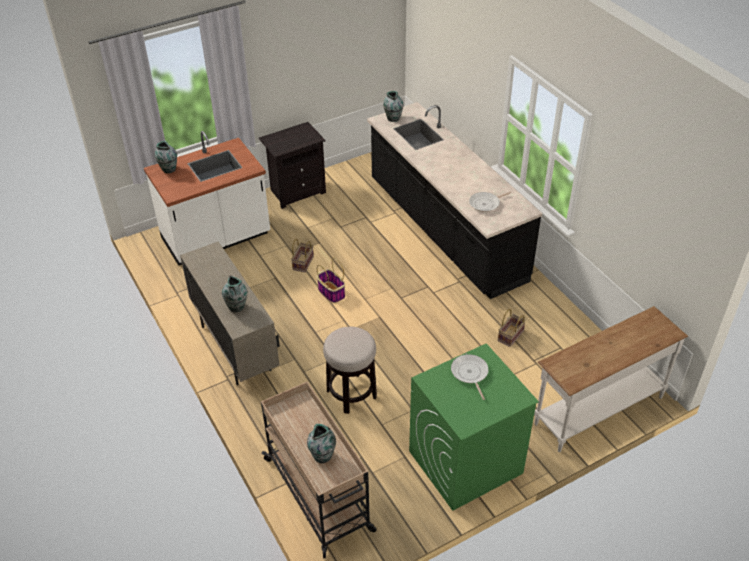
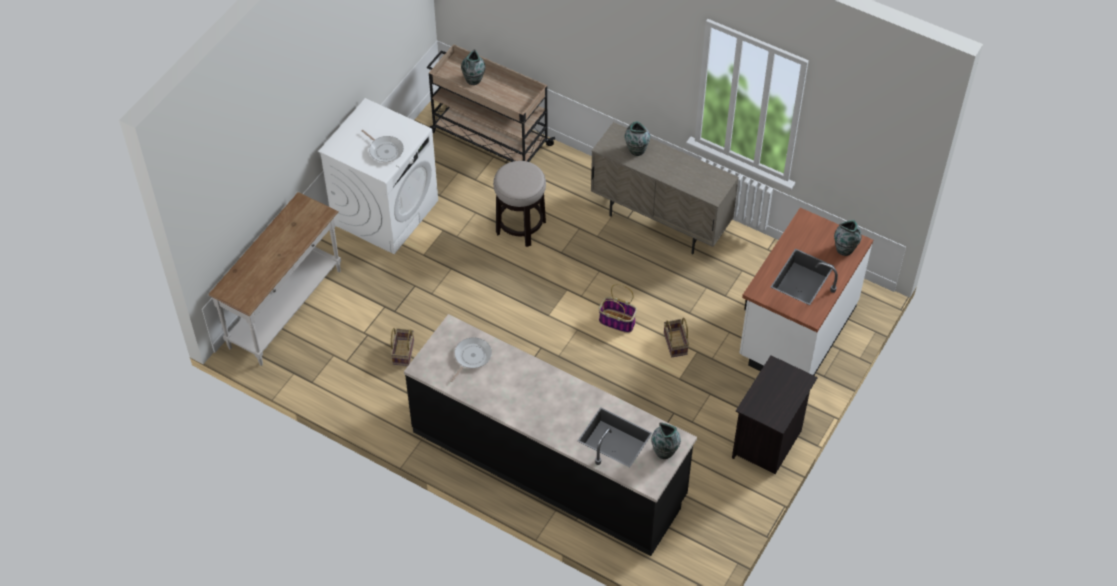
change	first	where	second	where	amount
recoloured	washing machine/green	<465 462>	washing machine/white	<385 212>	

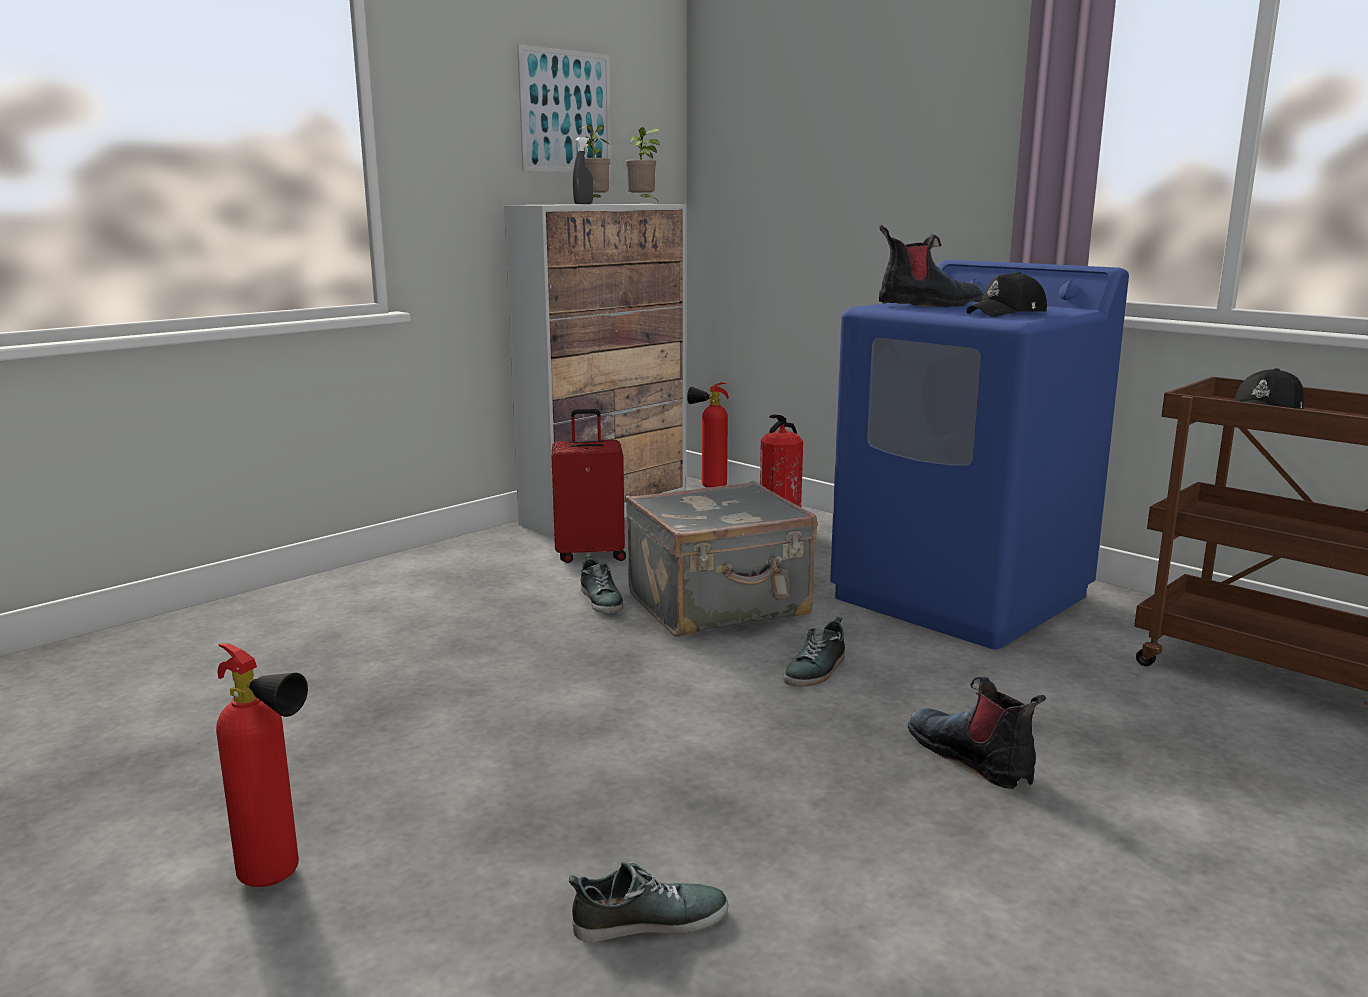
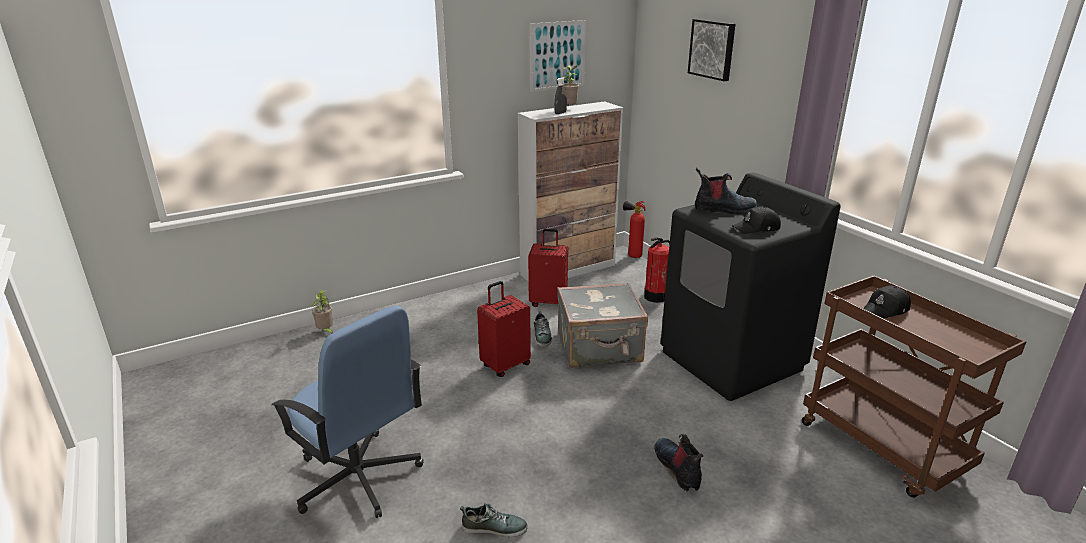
change	first	where	second	where	amount
removed	shoe	<816 670>			
added			suitcase/red	<505 365>	
added			picture	<712 49>	
moved	potted plant	<643 203>		<326 331>	
replaced	fire extinguisher	<279 880>	office chair/blue	<358 478>	
recoloured	washing machine/blue	<961 597>	washing machine/black	<732 361>	

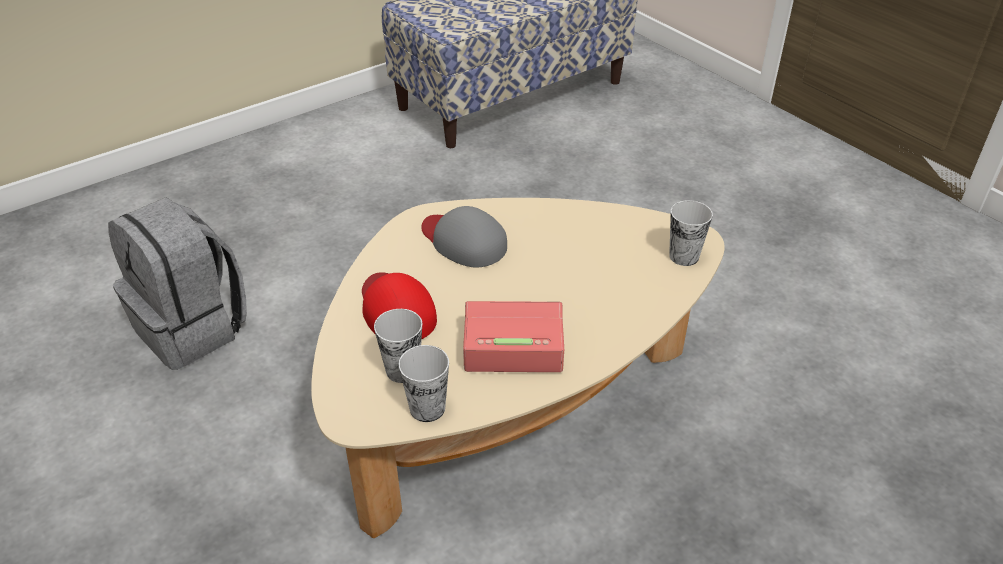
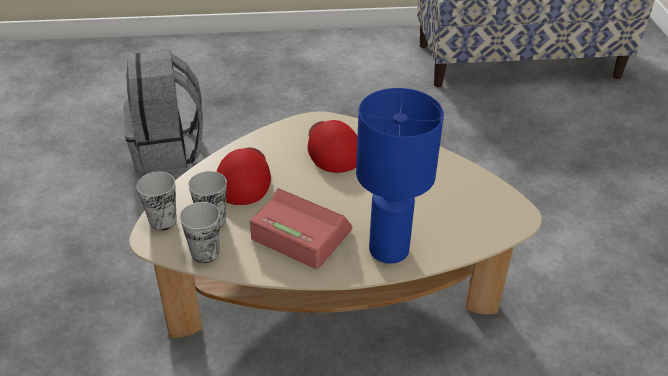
change	first	where	second	where	amount
added			table lamp/blue	<389 249>	
moved	cup	<684 256>		<163 221>	
recoloured	cap/grey	<463 241>	cap/red	<332 148>	

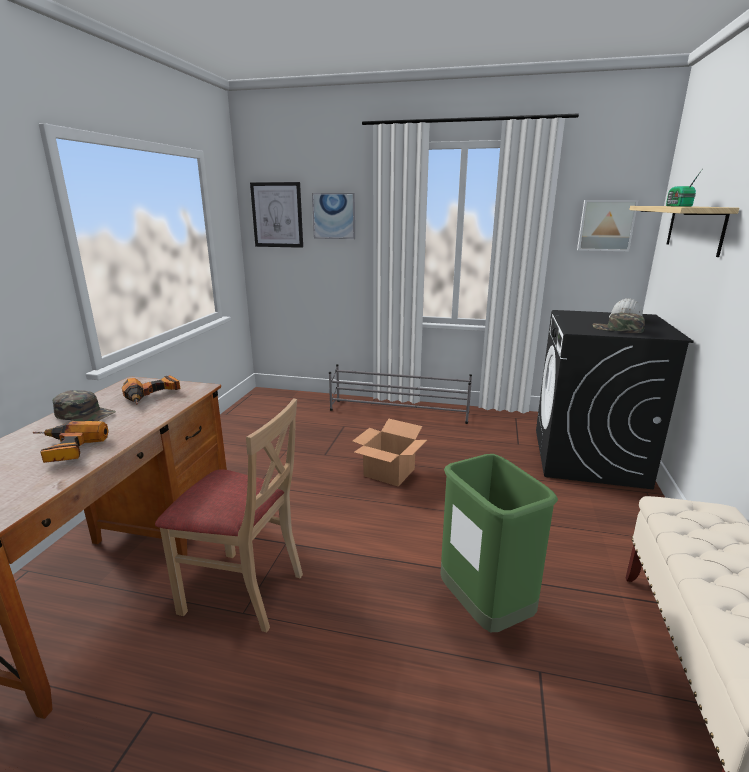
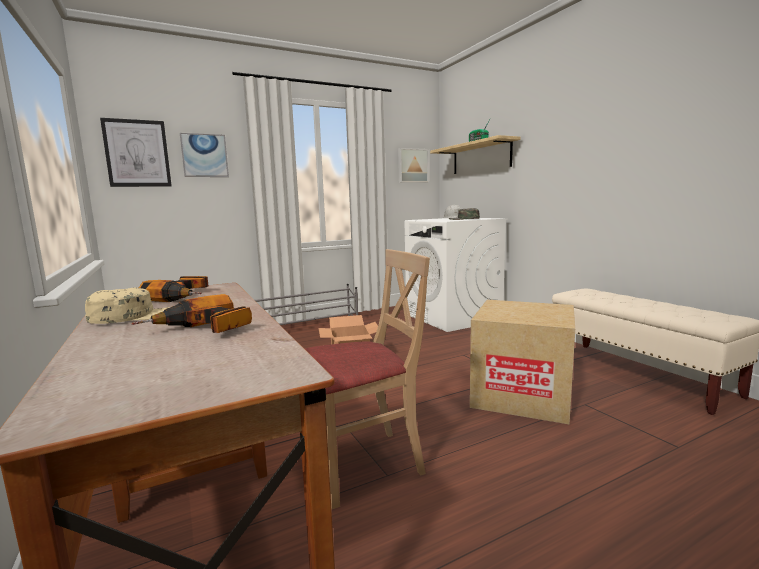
change	first	where	second	where	amount
replaced	trash can/green	<484 610>	cardboard box	<521 395>	
recoloured	cap/green	<85 414>	cap/beige	<135 316>	
recoloured	washing machine/black	<588 457>	washing machine/white	<453 318>	

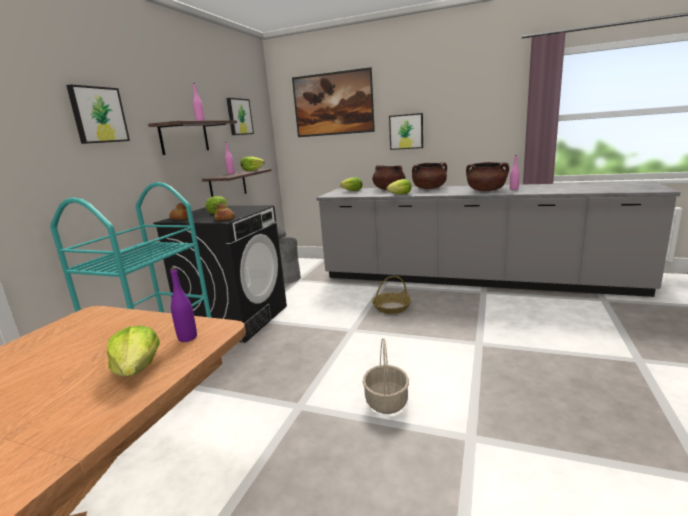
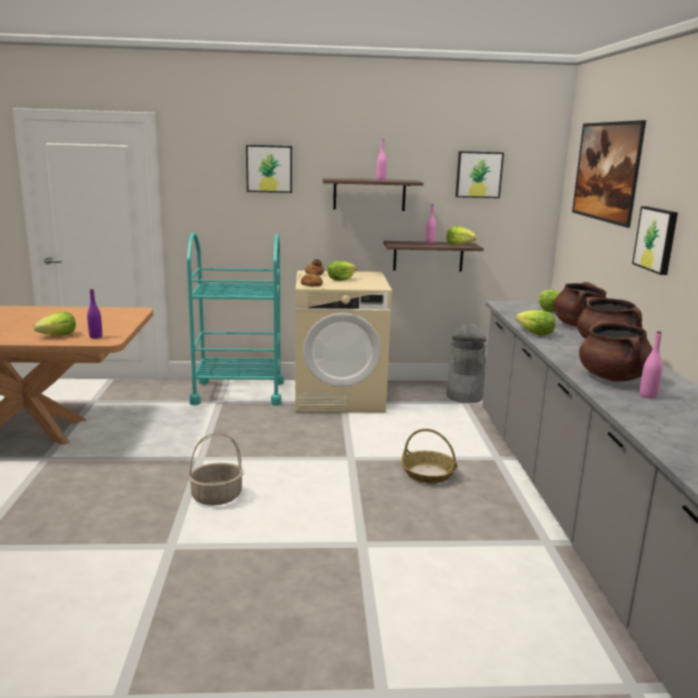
change	first	where	second	where	amount
recoloured	washing machine/black	<236 319>	washing machine/beige	<339 397>	

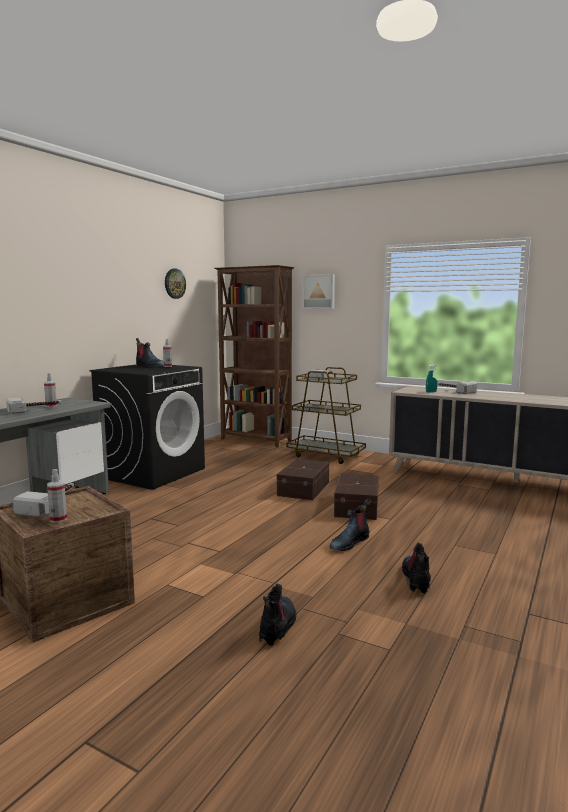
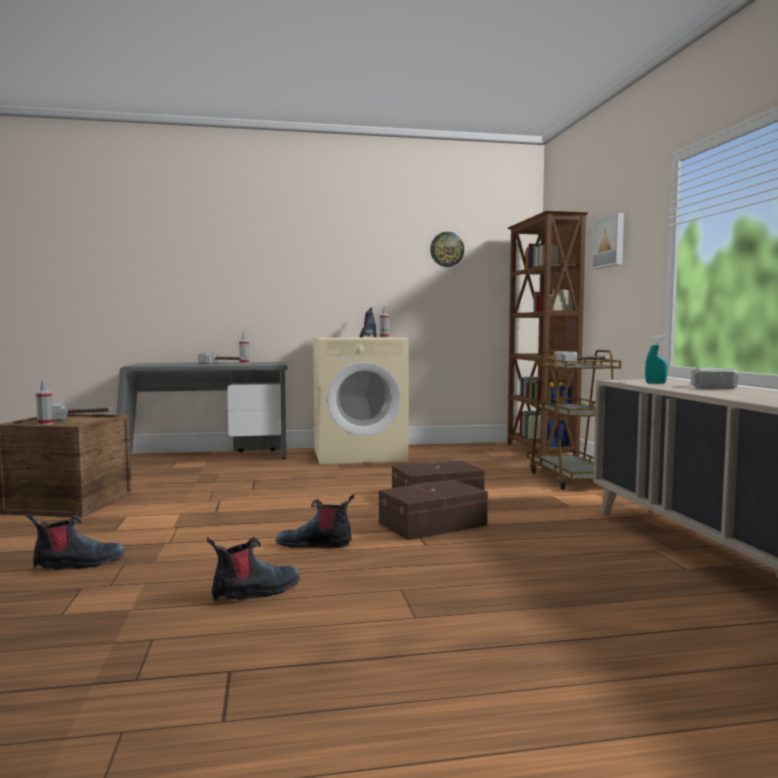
change	first	where	second	where	amount
recoloured	washing machine/black	<153 473>	washing machine/beige	<359 454>	

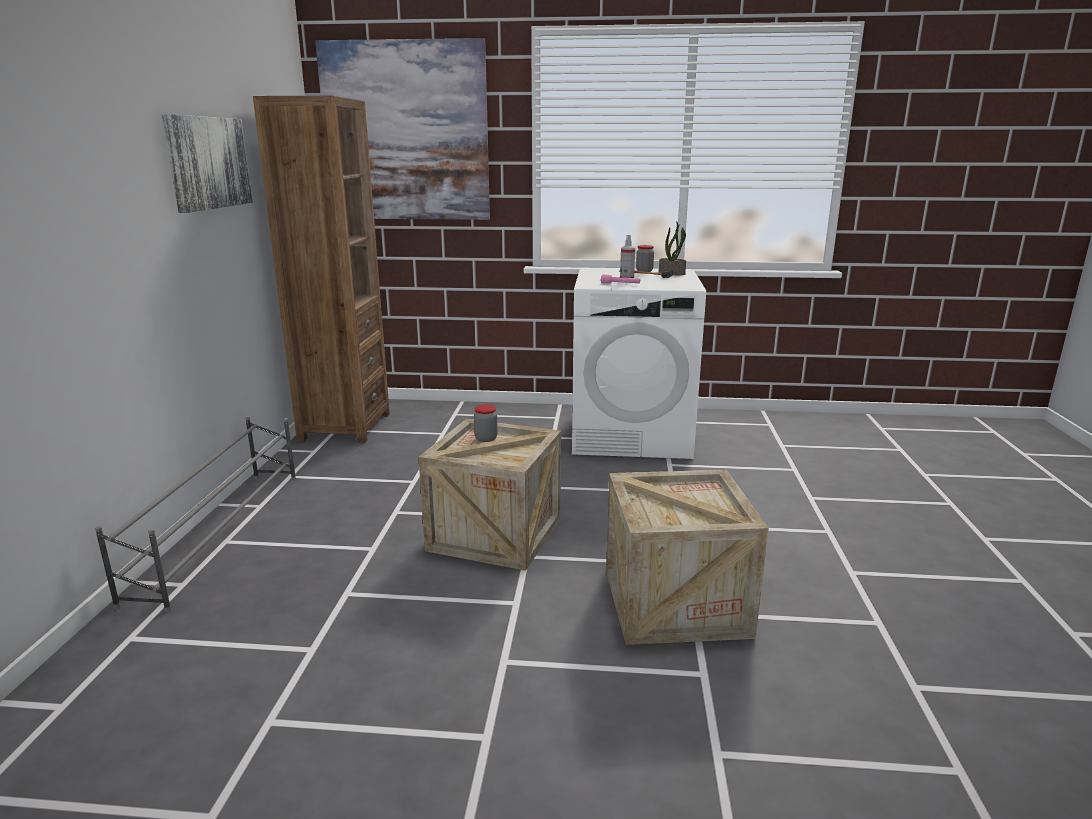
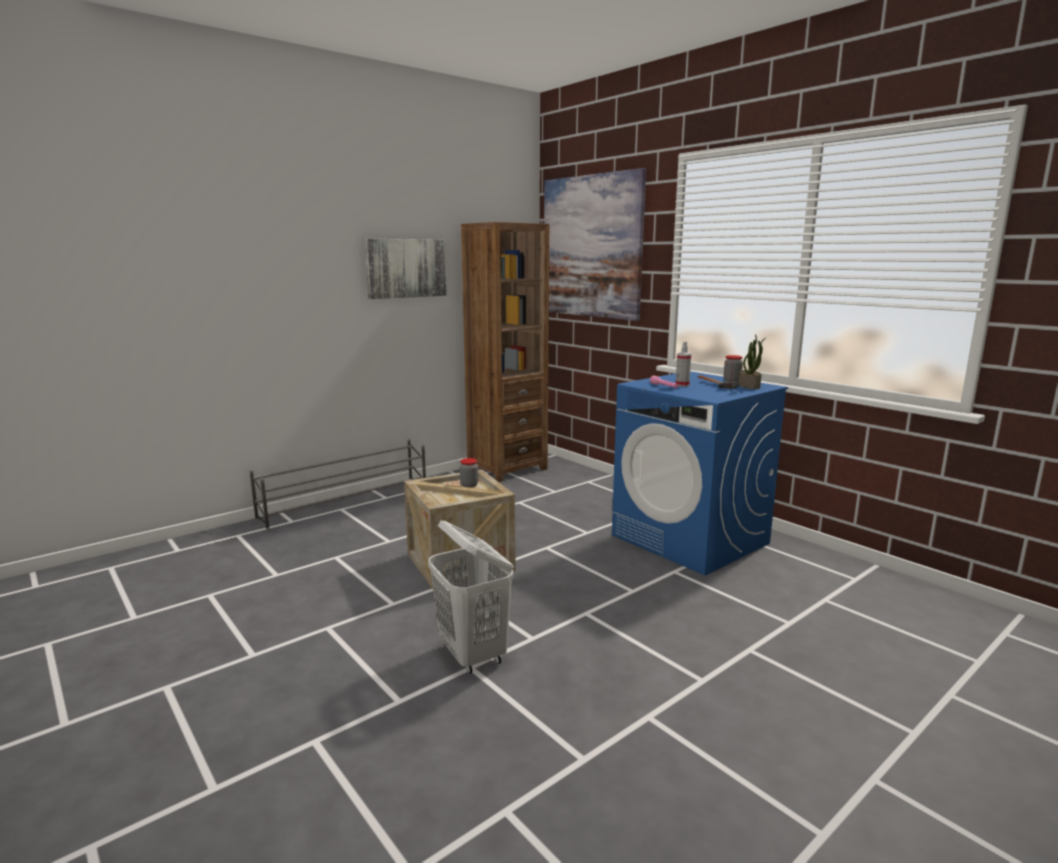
change	first	where	second	where	amount
replaced	crate	<675 602>	laundry basket/white	<473 655>	
recoloured	washing machine/white	<632 435>	washing machine/blue	<690 539>	

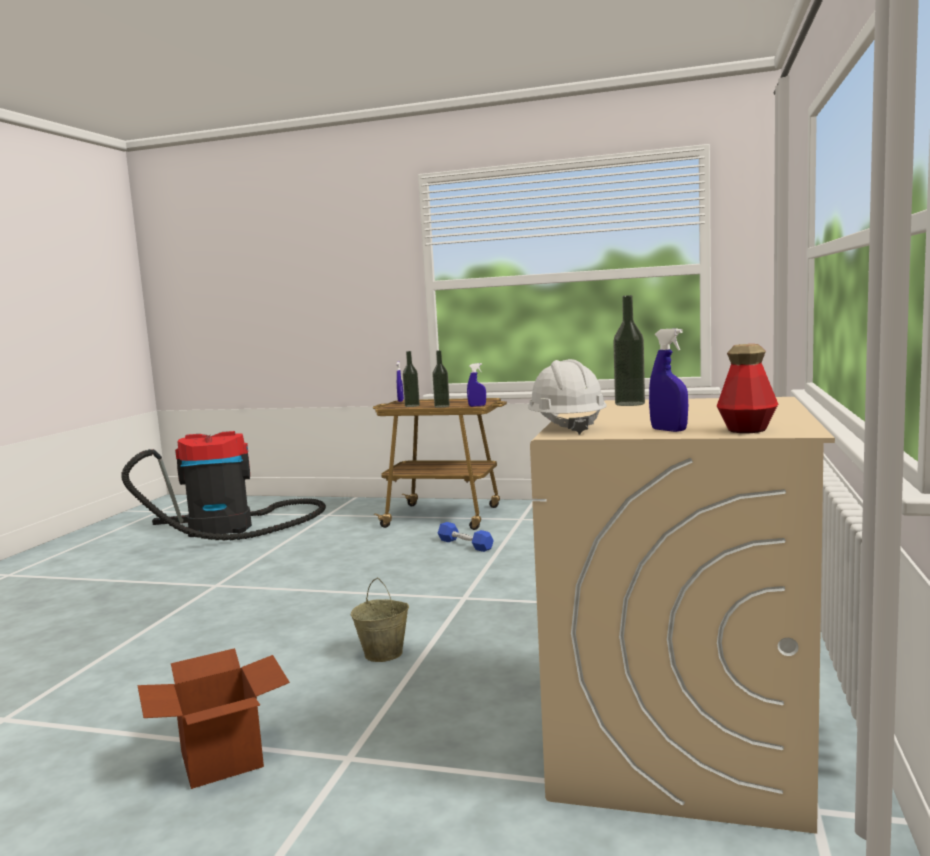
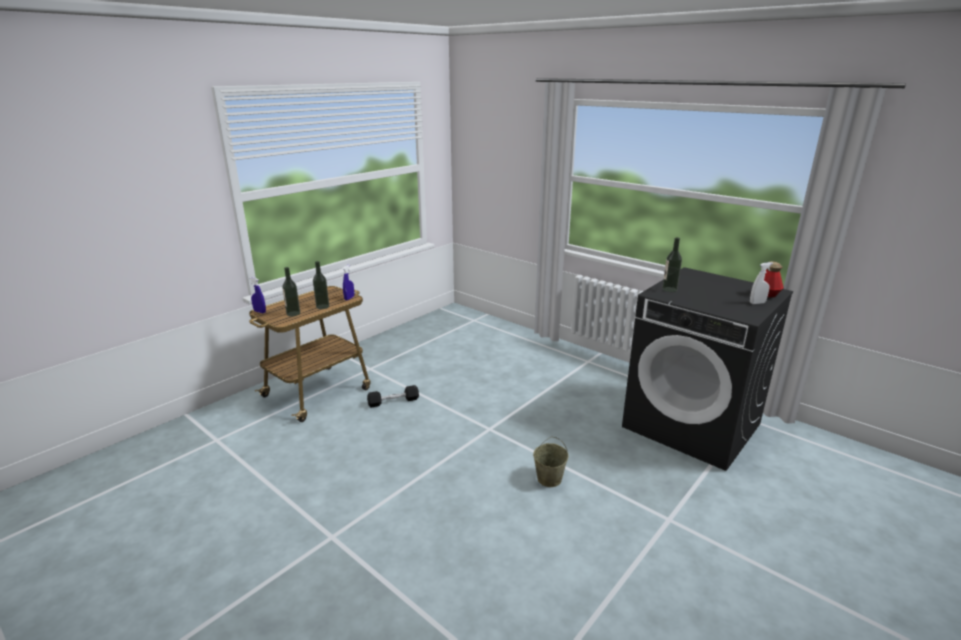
change	first	where	second	where	amount
removed	vacuum cleaner	<229 528>			
removed	cardboard box	<221 759>			
removed	hard hat/white	<566 427>			
recoloured	dumbbell/blue	<465 544>	dumbbell/black	<393 401>	
recoloured	washing machine/beige	<678 742>	washing machine/black	<692 425>	
recoloured	spray bottle/blue	<668 430>	spray bottle/white	<757 303>	

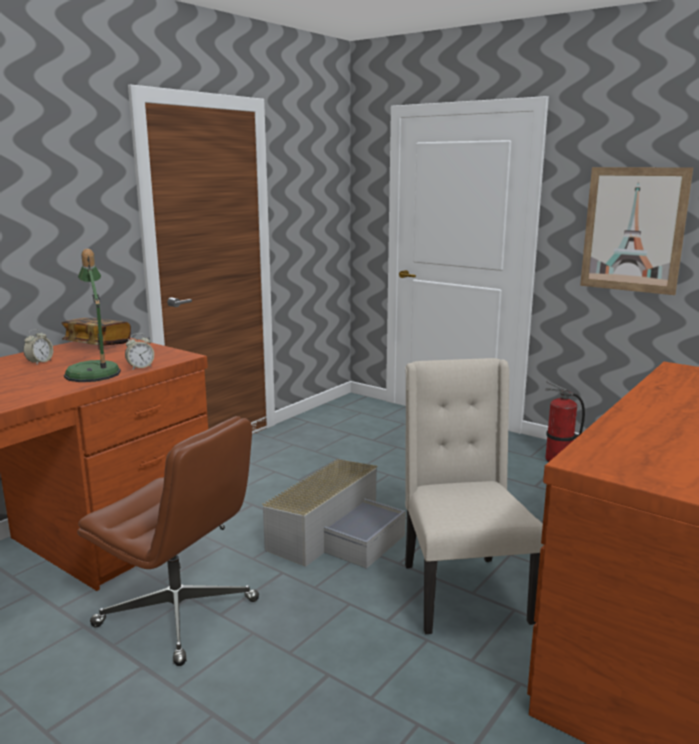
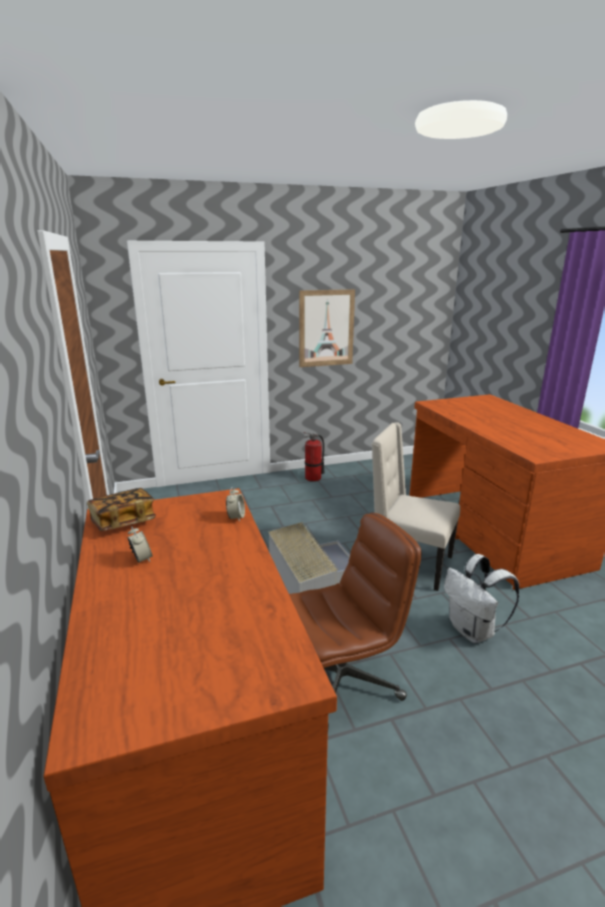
change	first	where	second	where	amount
removed	table lamp	<94 371>			
added			backpack/white	<473 631>	

